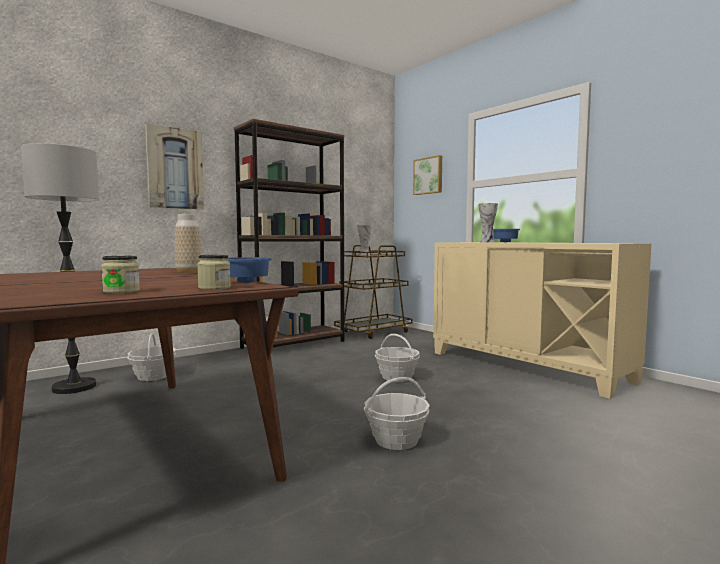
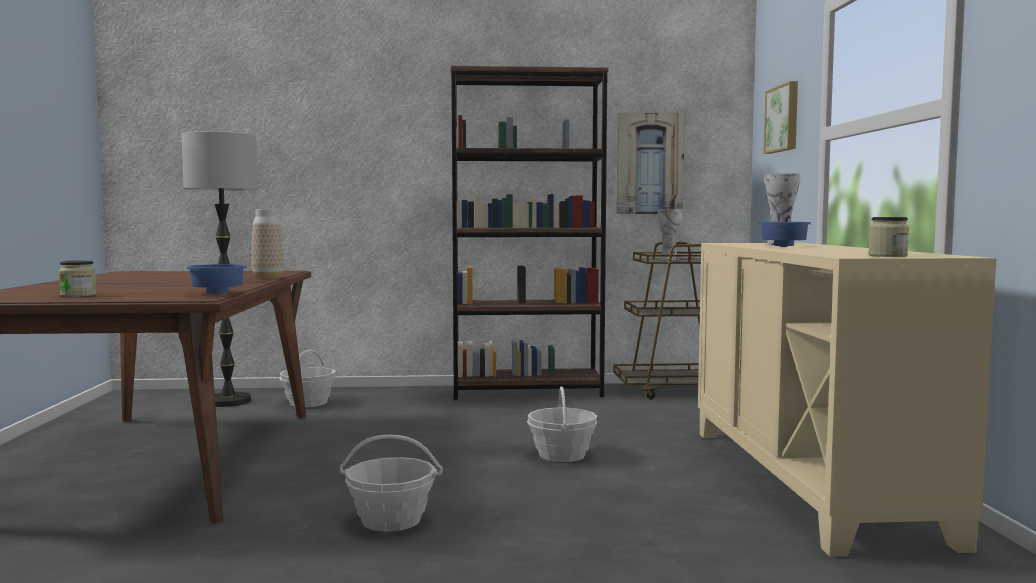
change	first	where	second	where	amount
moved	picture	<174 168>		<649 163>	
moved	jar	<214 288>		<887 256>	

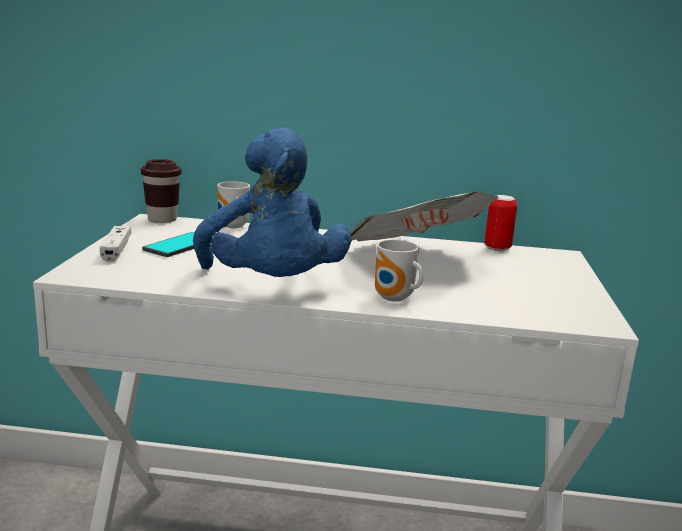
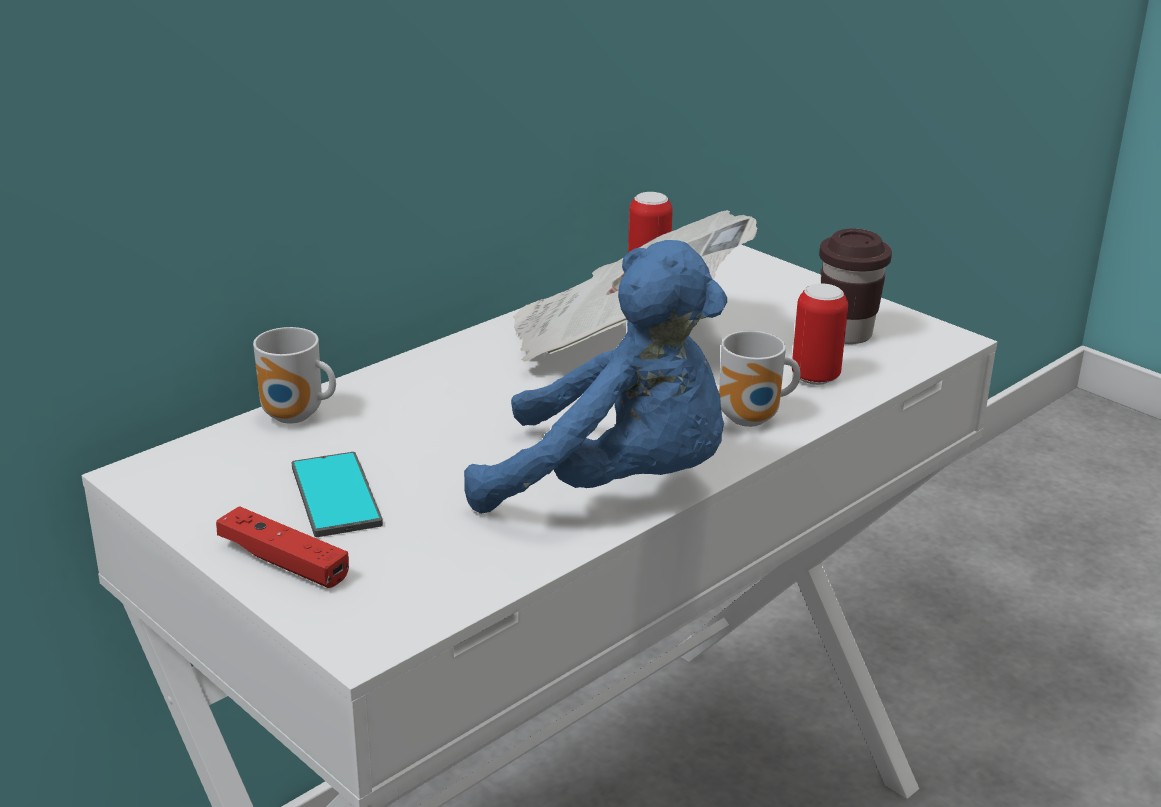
change	first	where	second	where	amount
added			can	<815 377>	
moved	cup/brown	<162 219>		<846 334>	
recoloured	game controller/white	<116 250>	game controller/red	<283 561>	

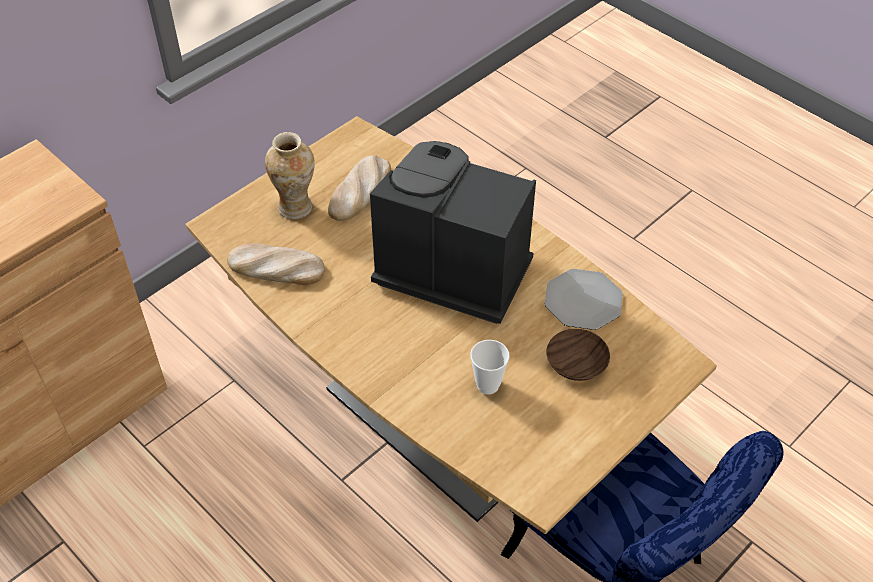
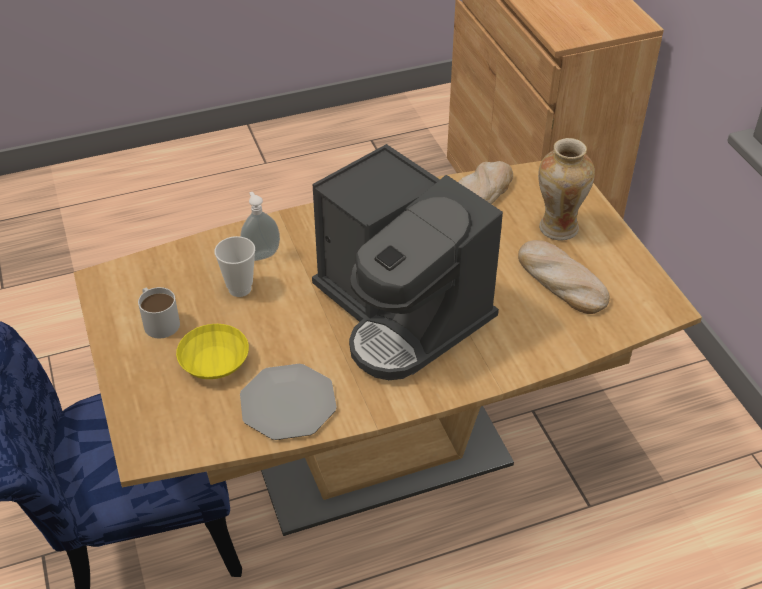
change	first	where	second	where	amount
added			mug/white	<158 320>	
added			soap dispenser	<261 254>	
recoloured	bowl/brown	<577 362>	bowl/yellow	<214 363>	
turned	coffee machine	<450 270>		<401 313>	90 degrees clockwise

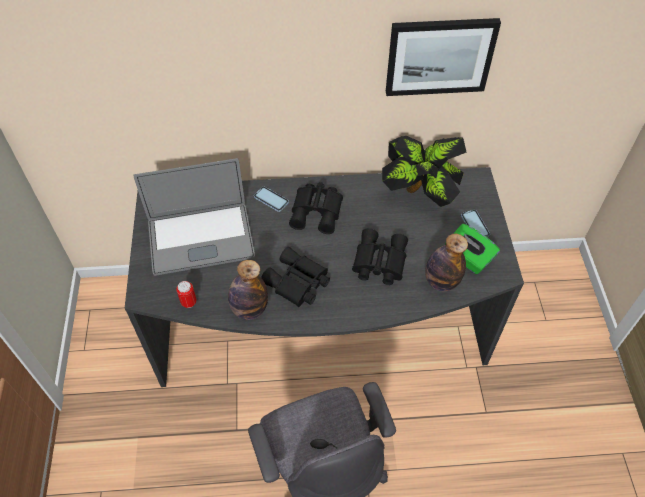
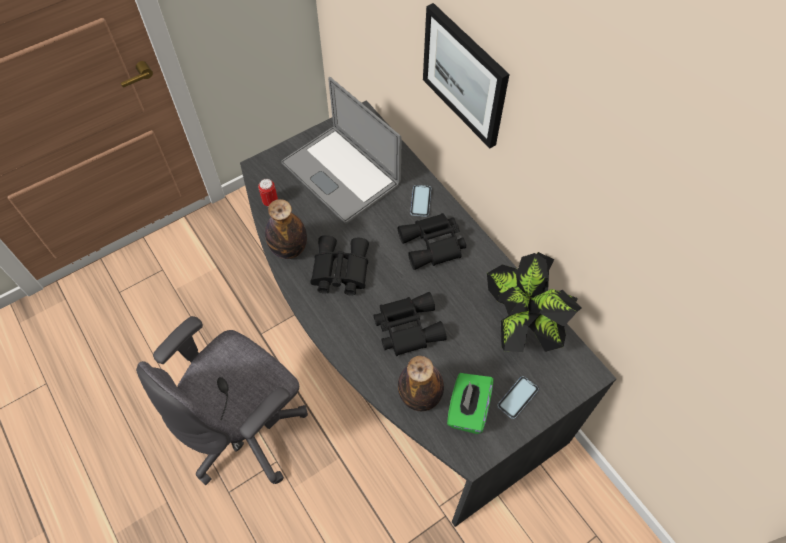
change	first	where	second	where	amount
moved	picture	<439 56>		<465 75>	

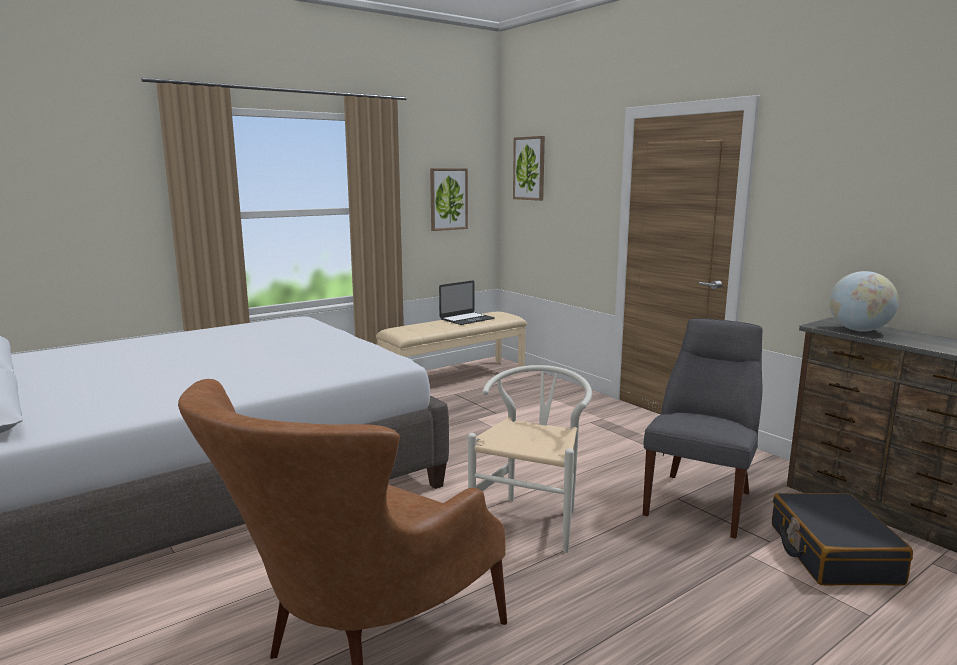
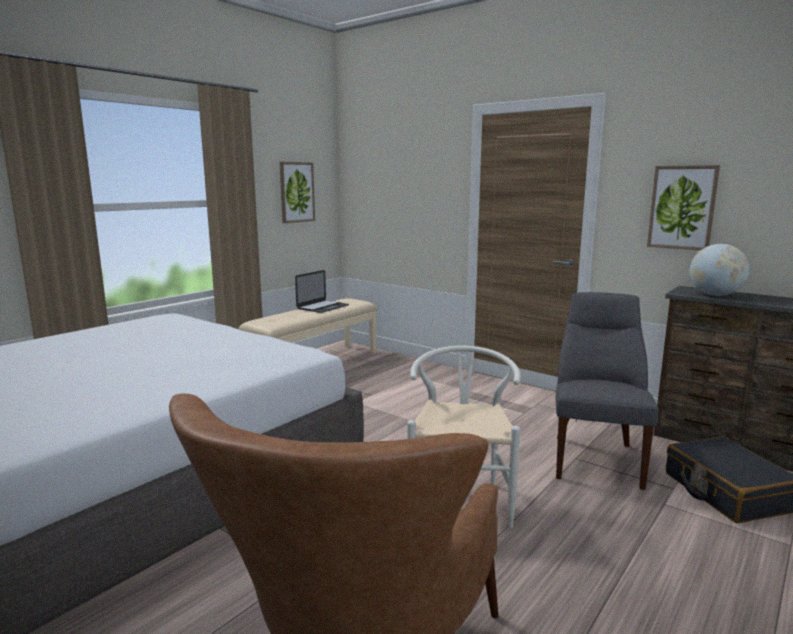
change	first	where	second	where	amount
moved	picture	<529 168>		<682 207>	

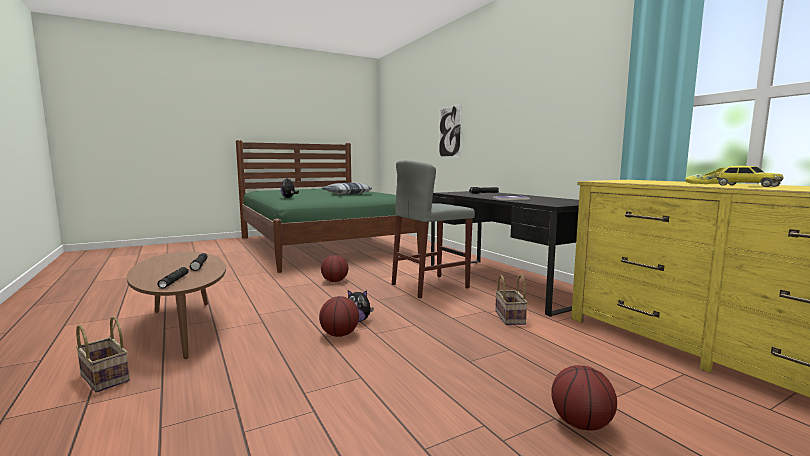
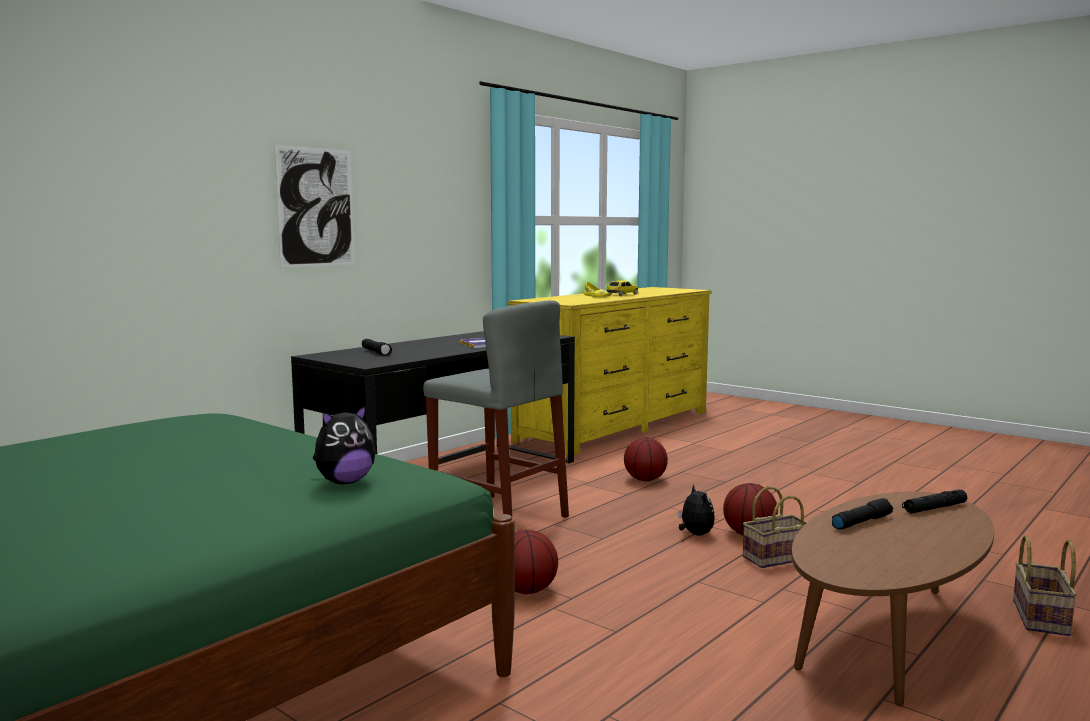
change	first	where	second	where	amount
removed	pillow	<346 194>			
moved	picture	<449 131>		<316 207>	
moved	basket	<511 318>		<777 557>	
moved	basketball	<581 424>		<645 480>	

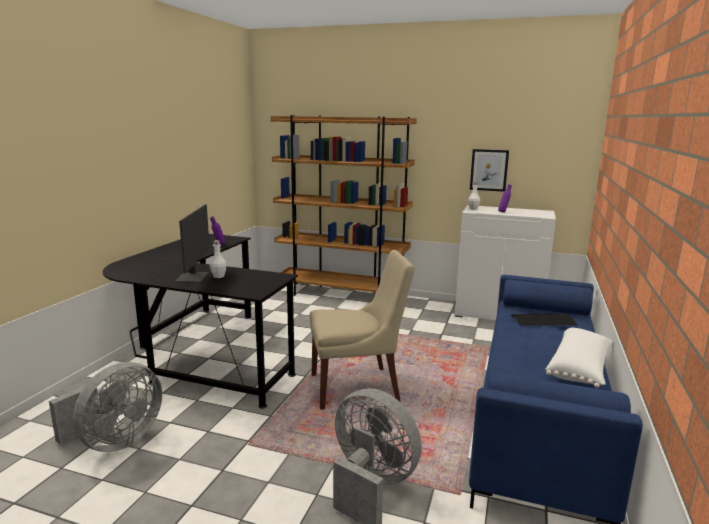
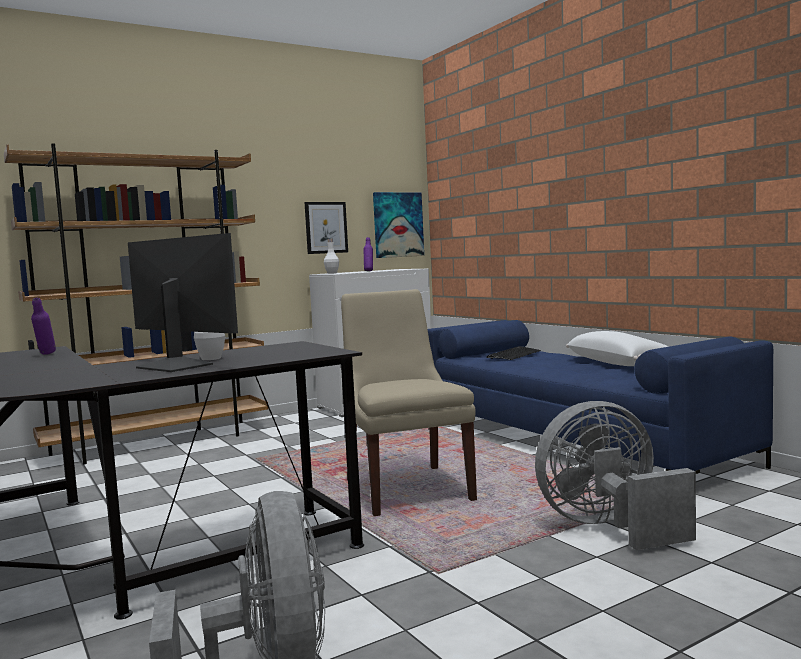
change	first	where	second	where	amount
added			picture	<398 225>	
turned	chair/beige	<358 387>		<406 488>	45 degrees counterclockwise

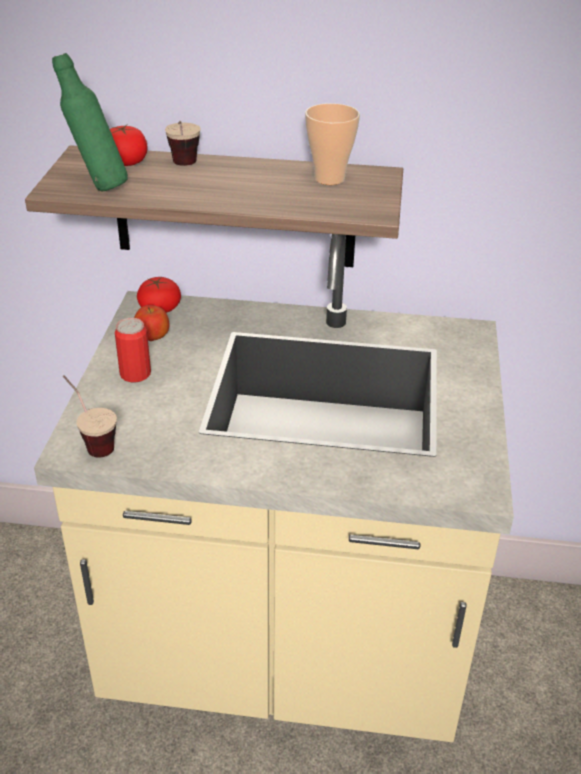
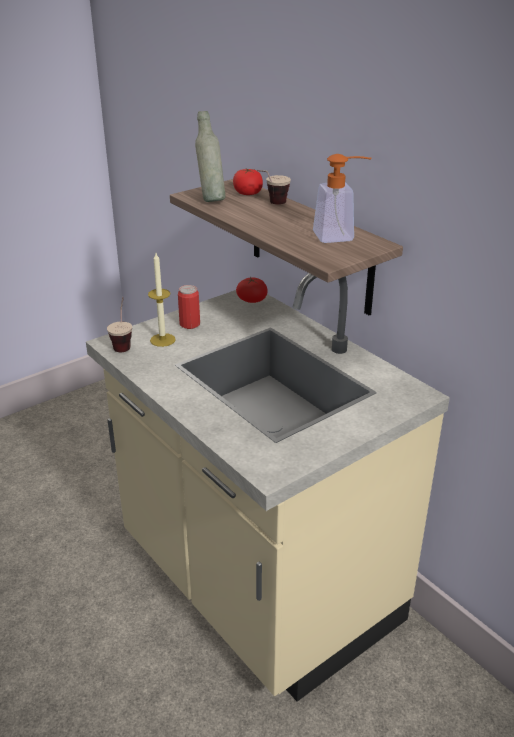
change	first	where	second	where	amount
removed	apple	<152 338>			
added			candle	<162 340>	
replaced	cup	<329 179>	soap dispenser	<340 236>	
recoloured	bottle/green	<98 187>	bottle/grey	<211 200>	

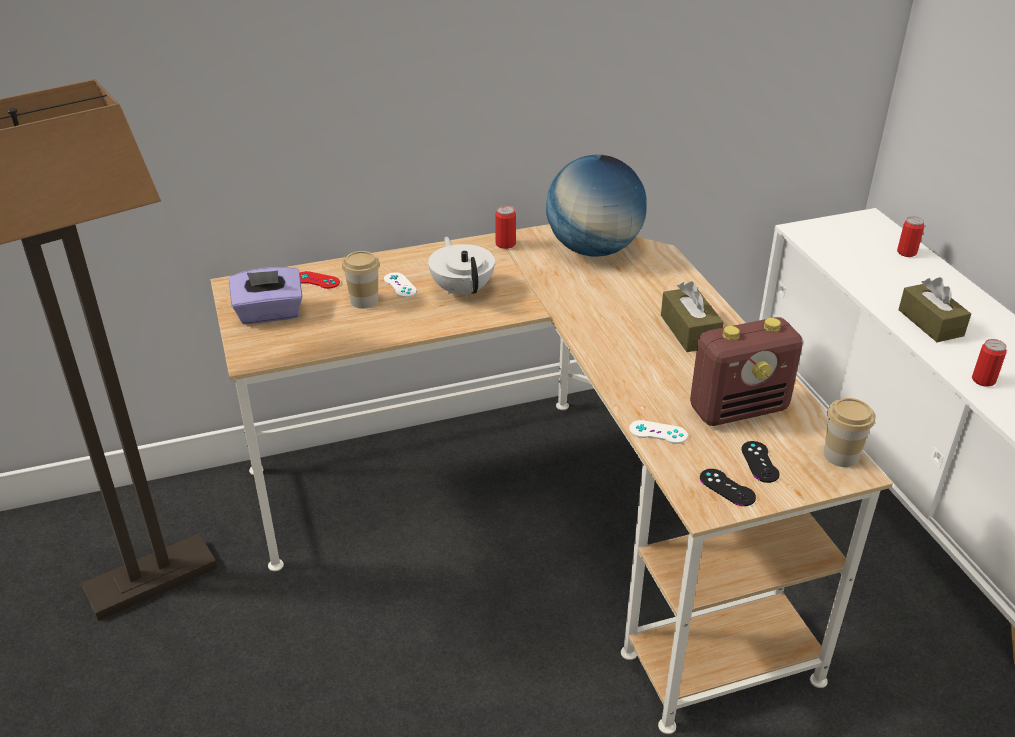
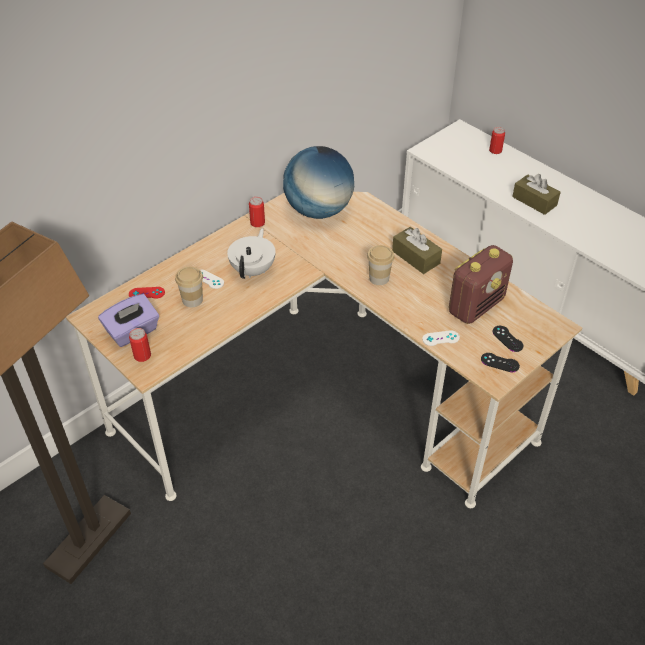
change	first	where	second	where	amount
moved	cup	<841 455>		<379 278>	
moved	can	<983 380>		<142 355>	
turned	teapot/white	<462 289>		<253 270>	60 degrees clockwise

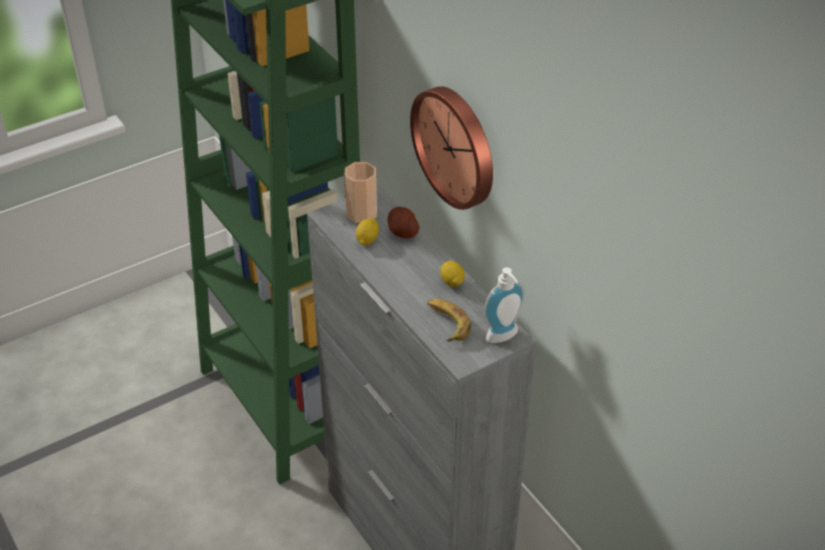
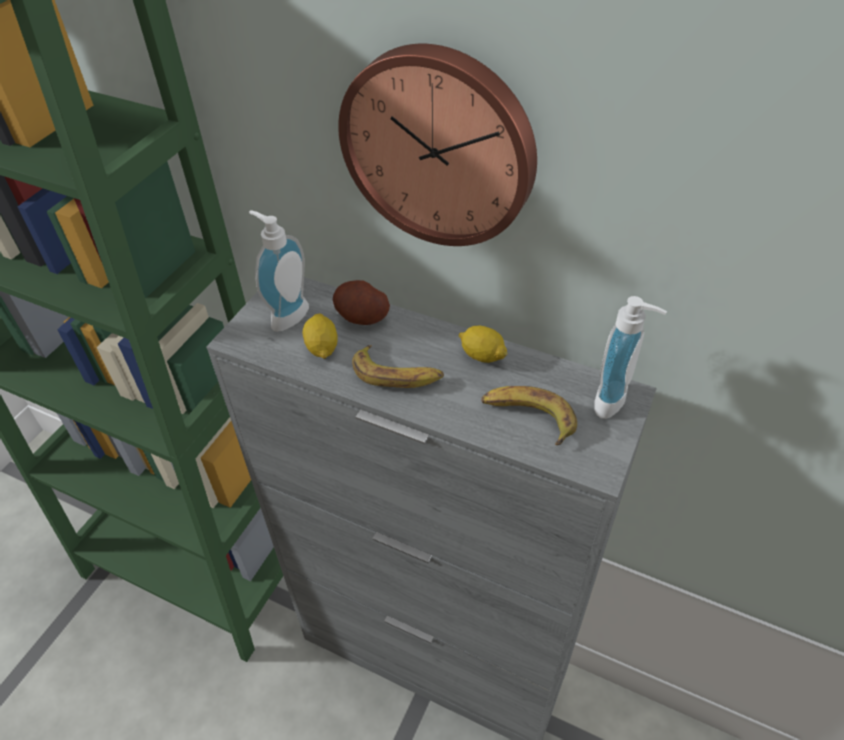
change	first	where	second	where	amount
added			banana	<397 375>	
replaced	cup	<361 213>	soap dispenser	<286 315>	

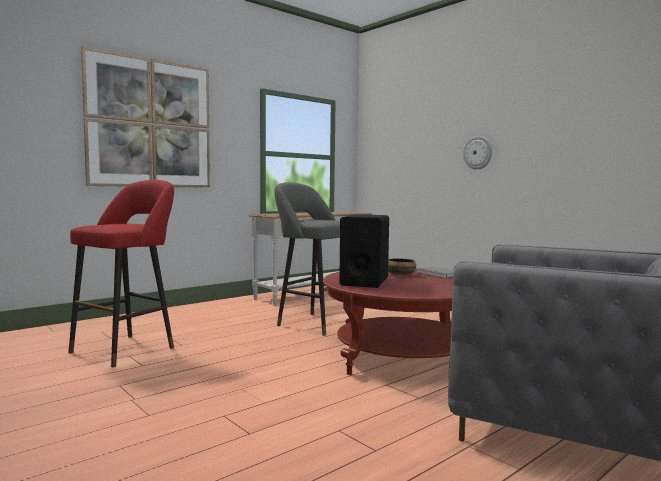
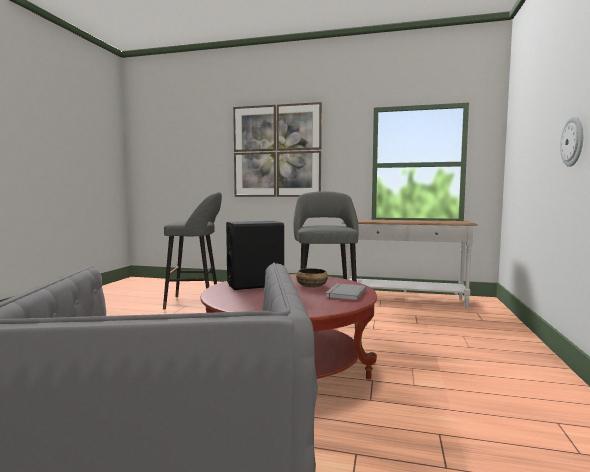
change	first	where	second	where	amount
recoloured	stool/red	<127 349>	stool/grey	<196 302>	

